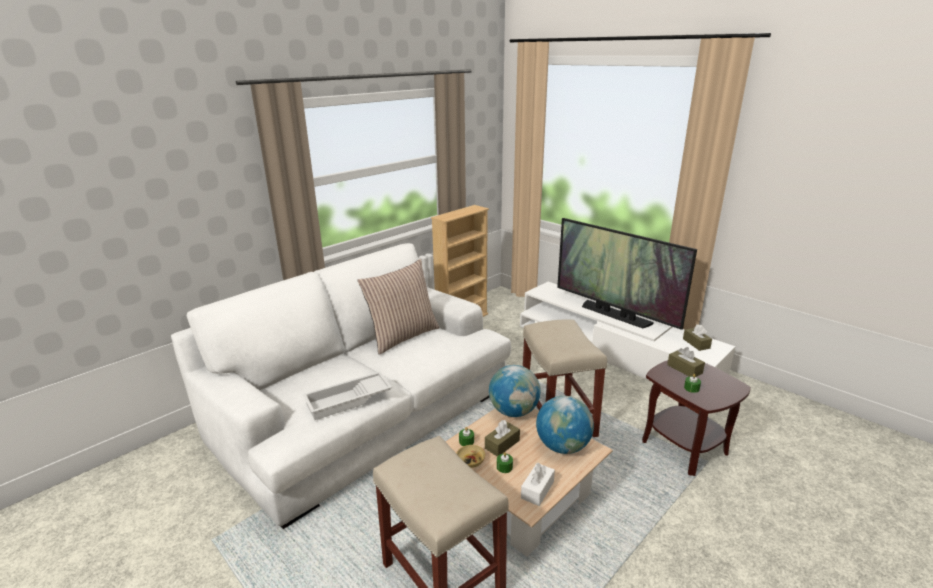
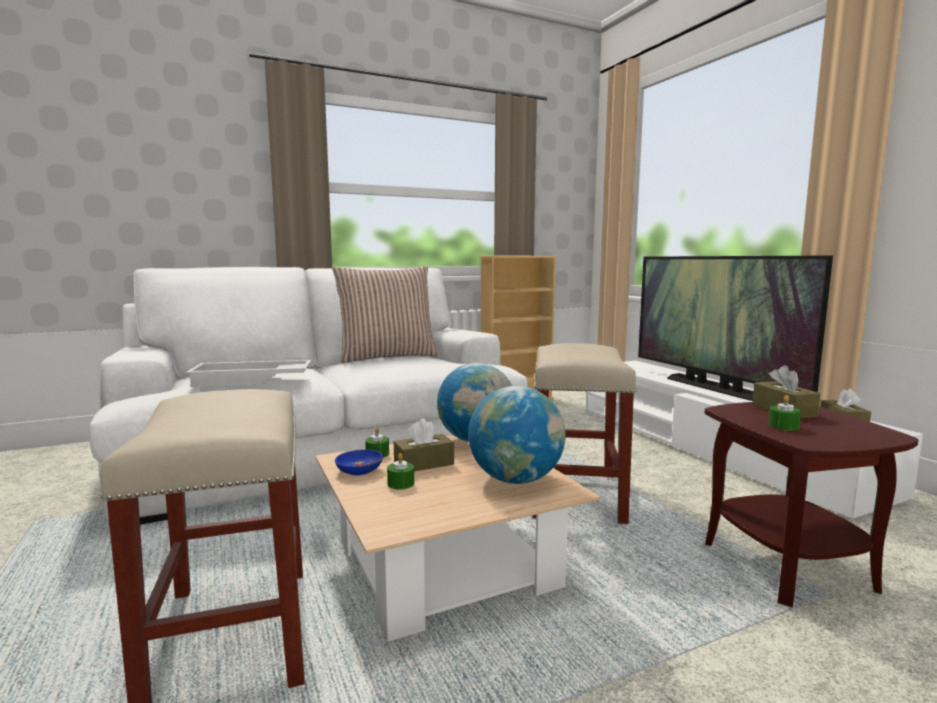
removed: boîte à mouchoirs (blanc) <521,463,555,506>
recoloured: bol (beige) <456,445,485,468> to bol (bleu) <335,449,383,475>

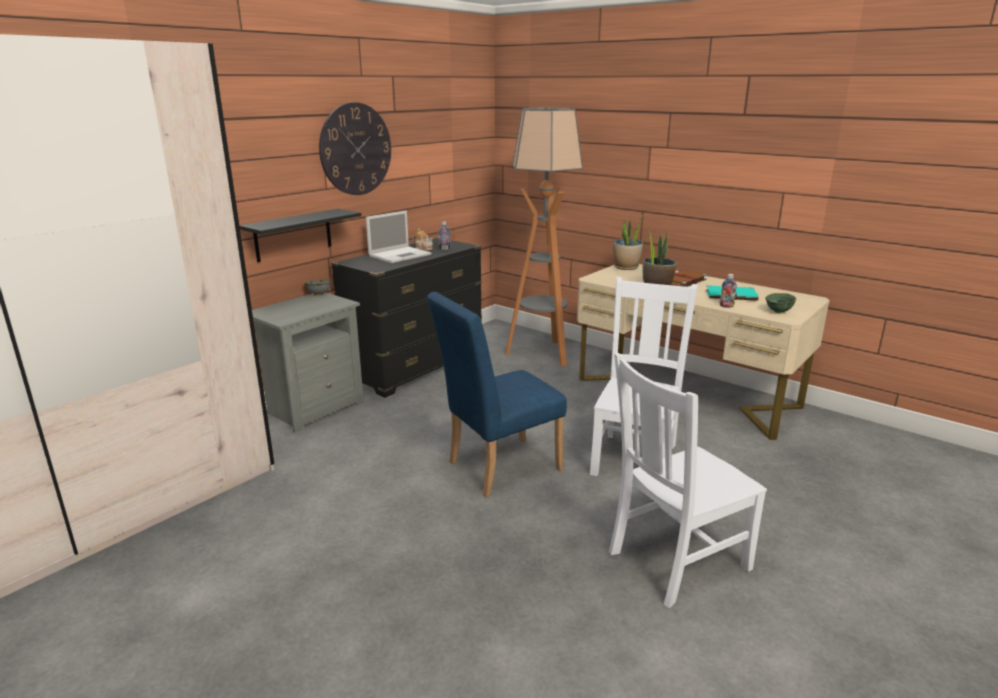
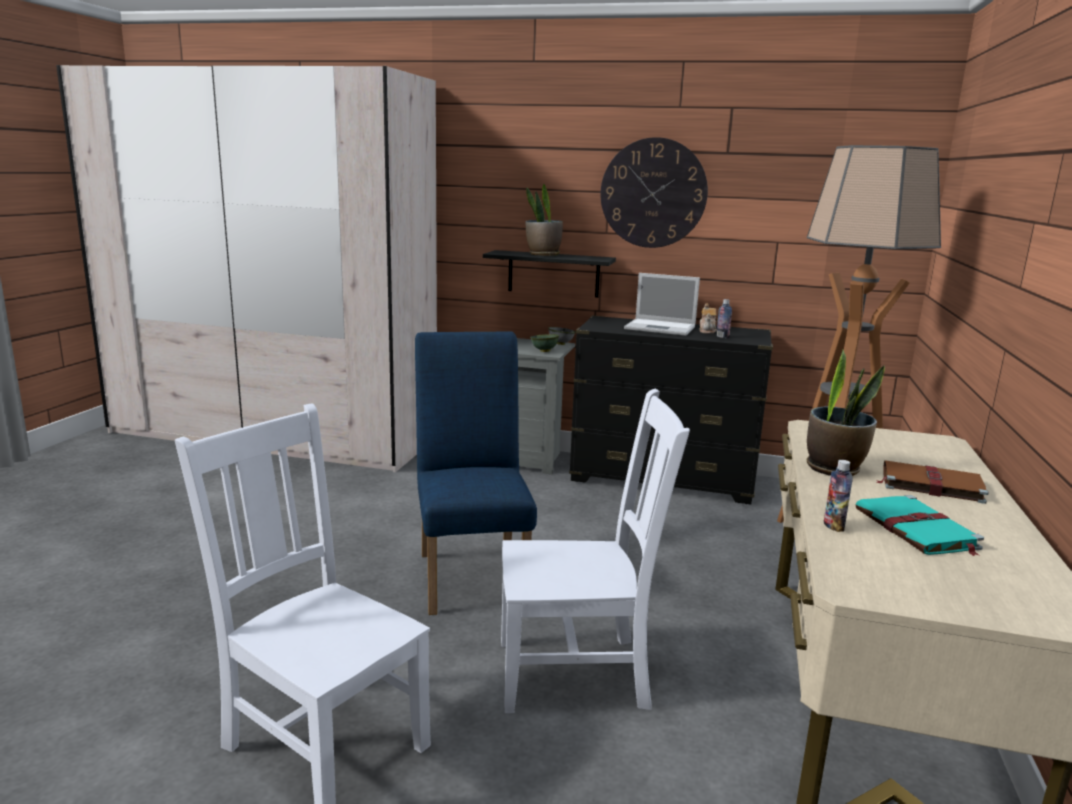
moved: plante en pot <613,214,644,270> to <525,184,563,256>; bol (vert) <766,293,796,314> to <530,334,559,352>
turned: chaise (bleu) <427,292,567,497> = <415,332,537,615> 45 degrees clockwise

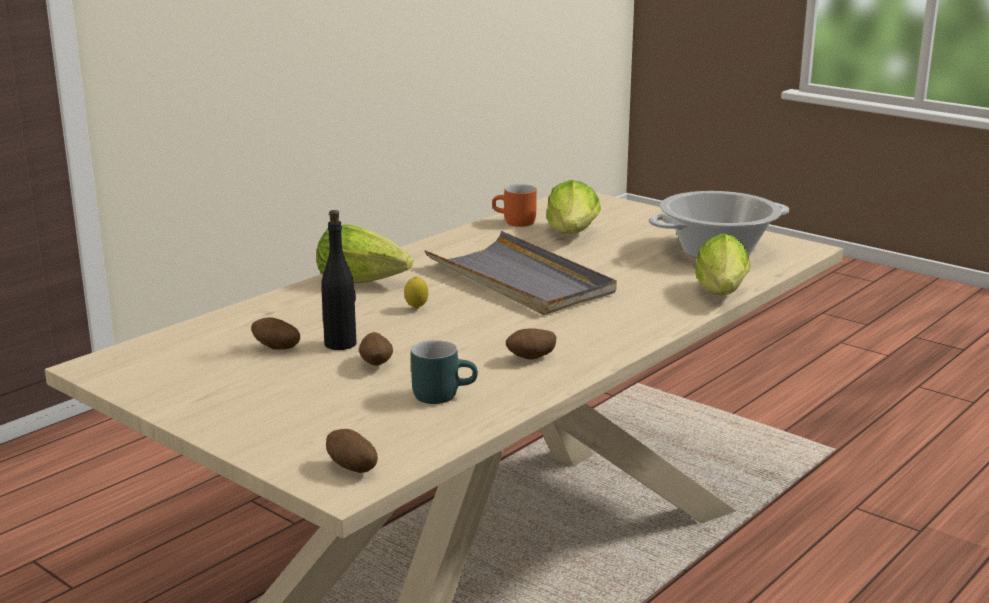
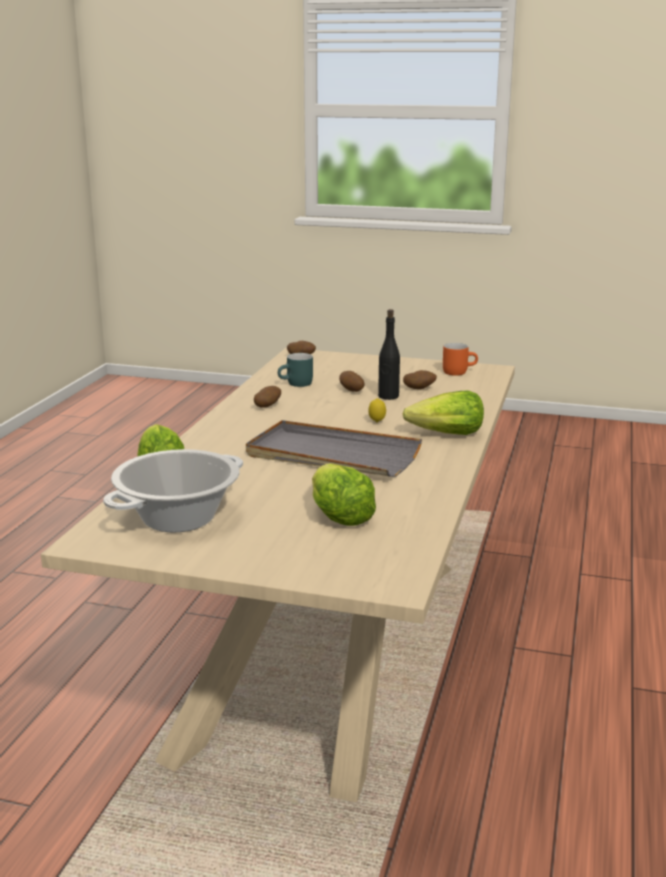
moved: mug (orange) <492,184,537,227> to <443,343,478,376>

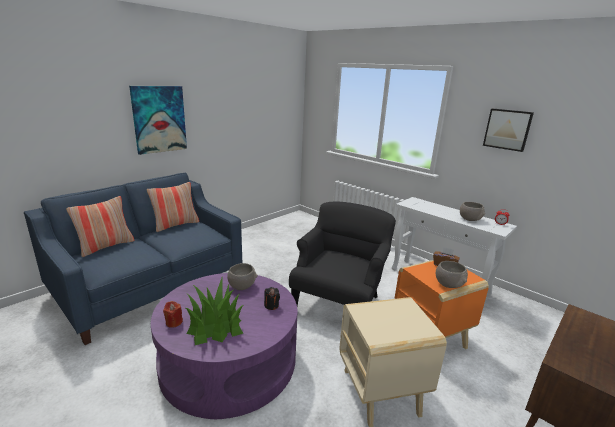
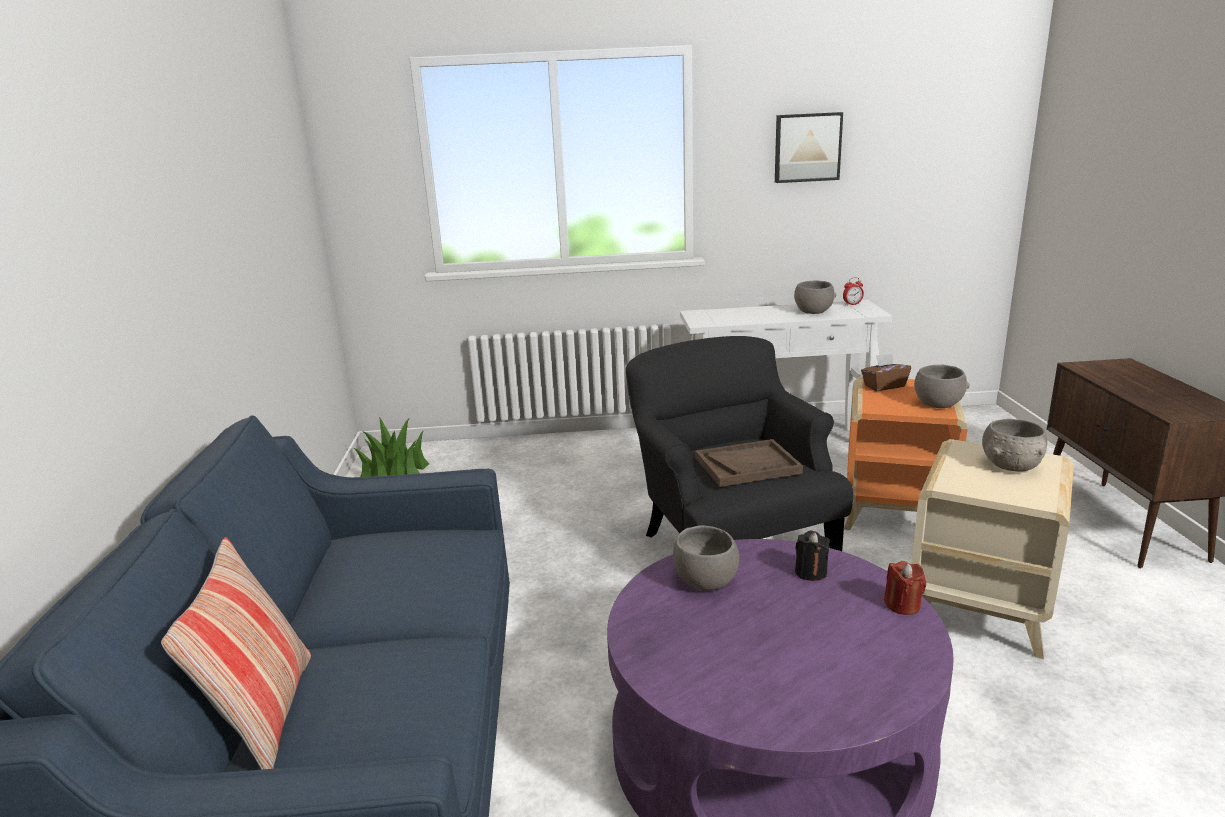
removed: tableau <129,86,187,155>; coussin <147,182,199,232>
added: bol (gris) <982,419,1047,472>; plateau (marron) <695,439,803,487>
moved: plante en pot <186,278,244,345> to <354,417,429,477>; bougie (rouge) <163,301,183,328> to <884,561,926,615>

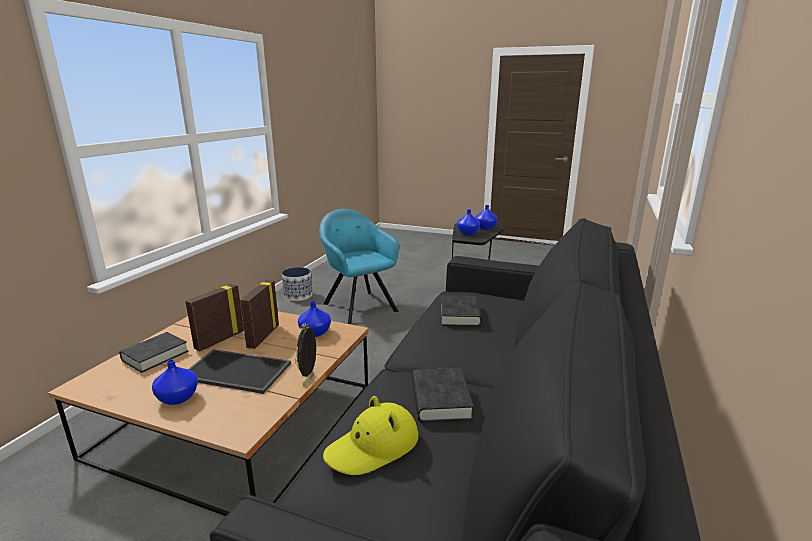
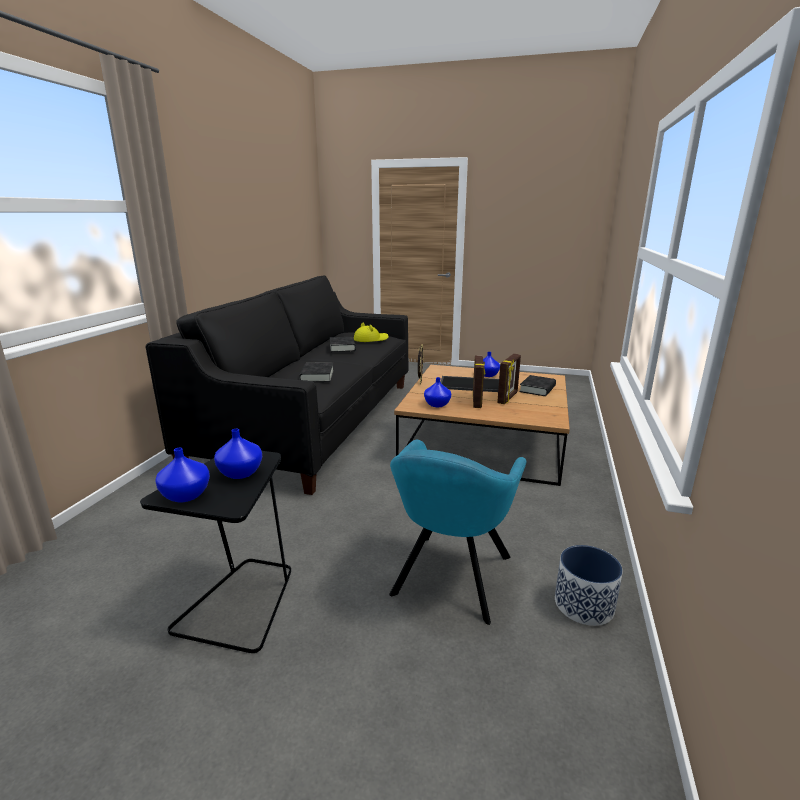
turned: fauteuil (turquoise) <319,209,399,324> = <389,440,526,625> 60 degrees clockwise

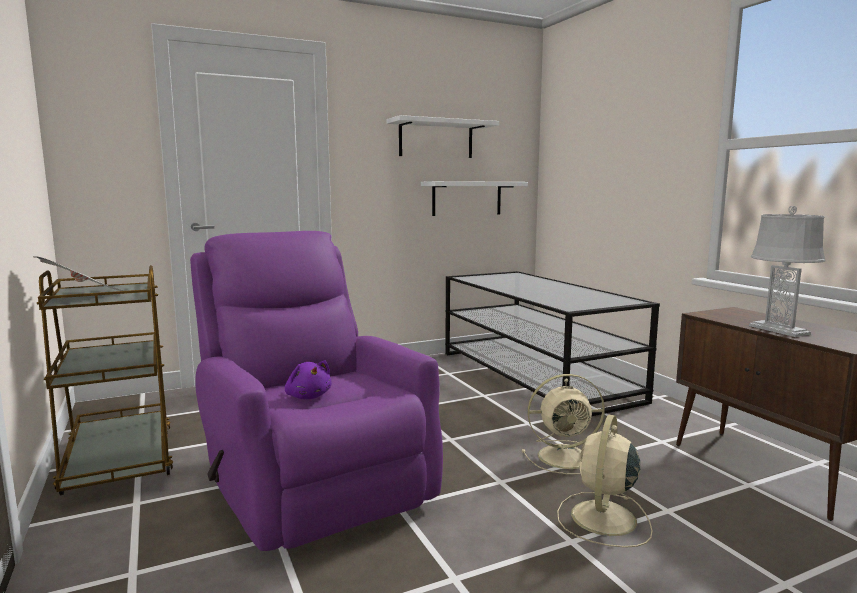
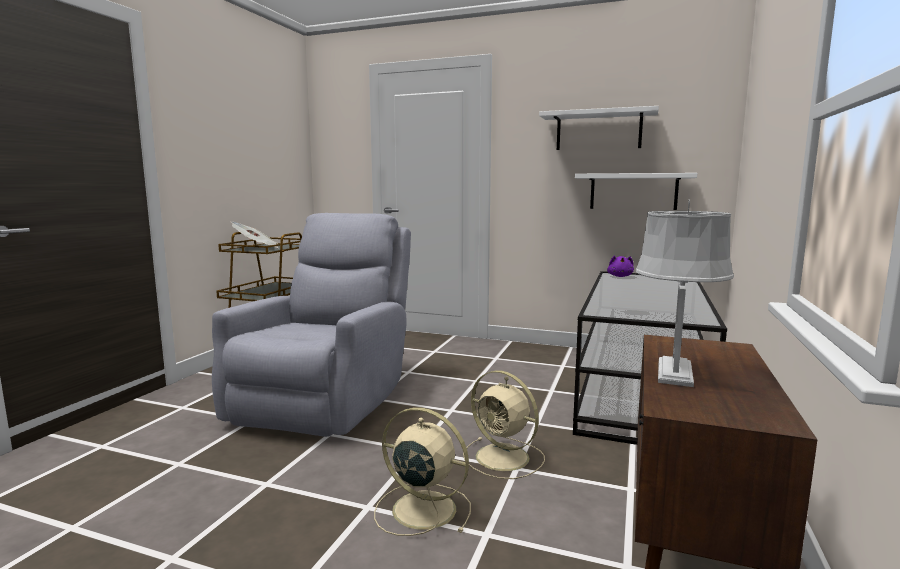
moved: peluche (violet) <285,361,331,399> to <607,255,634,277>
recoloured: fauteuil (violet) <190,231,443,551> to fauteuil (gris) <212,213,411,437>
turned: ventilateur (beige) <557,415,653,548> = <374,407,471,536> 45 degrees clockwise

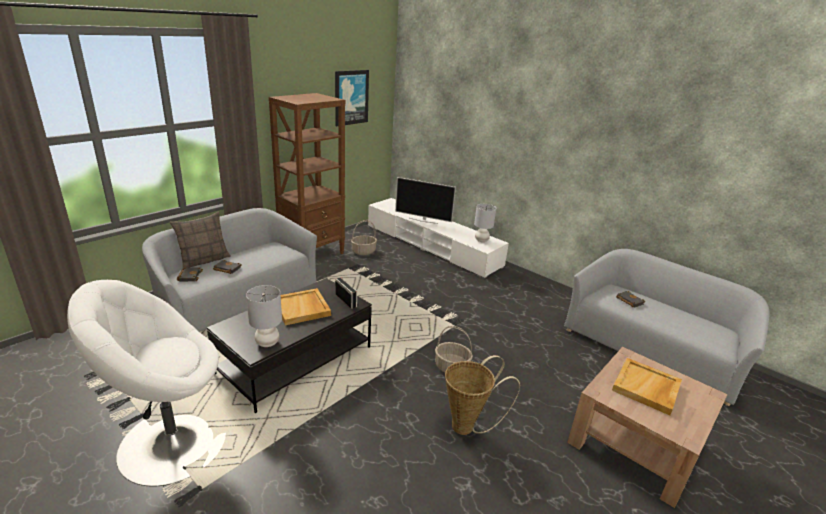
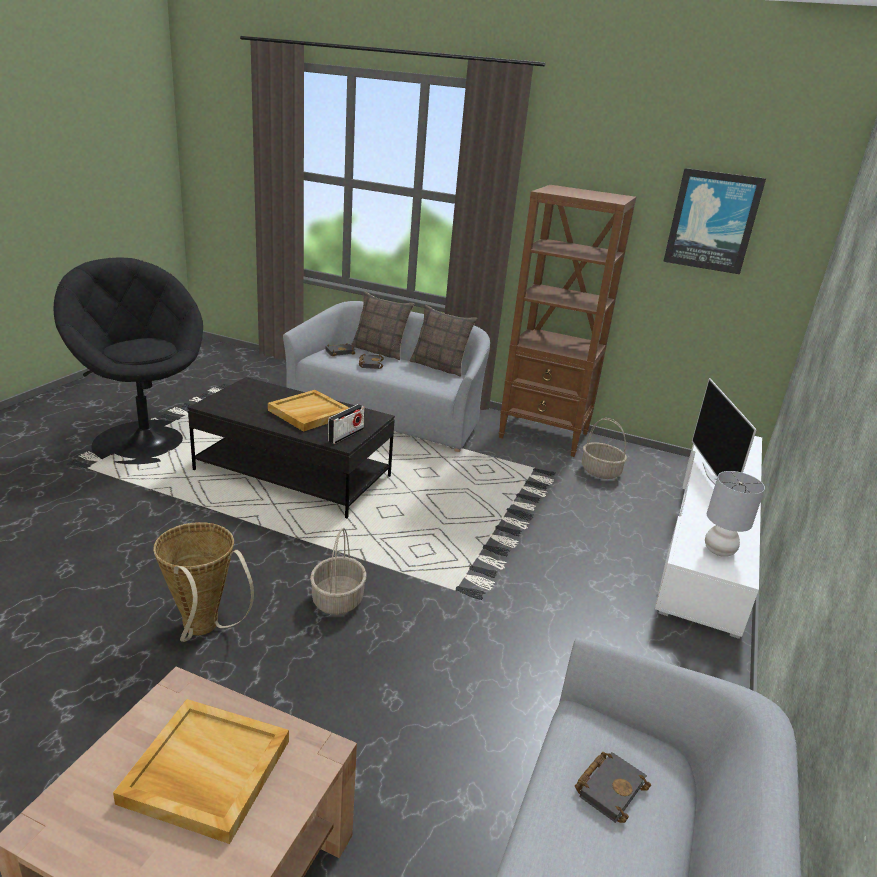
removed: lampe de table (gris) <246,285,282,347>
added: coussin <410,305,477,377>
recoloured: fauteuil (blanc) <67,280,226,487> to fauteuil (noir) <54,258,203,464>

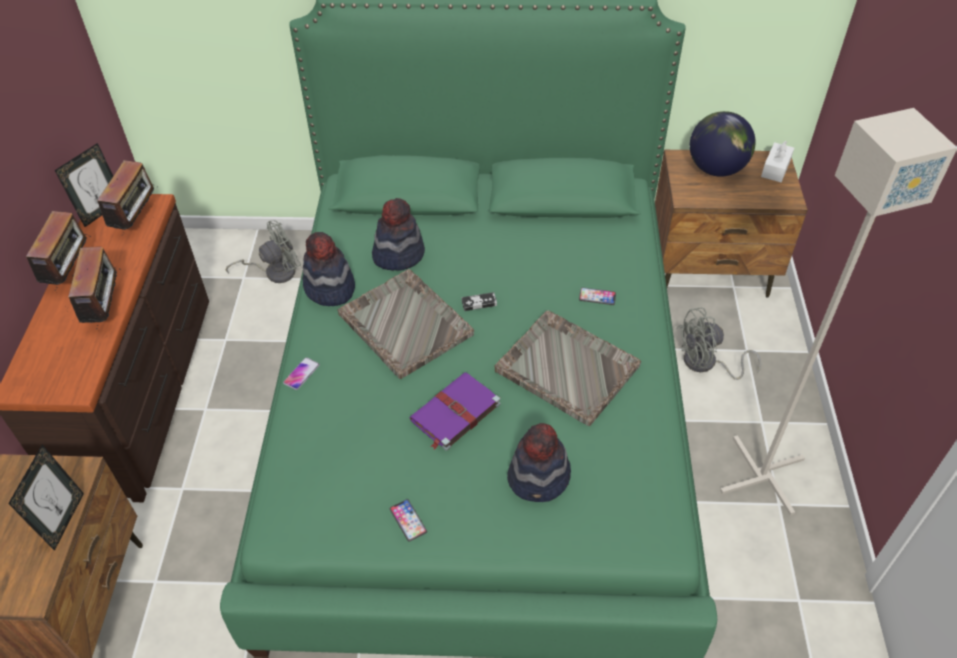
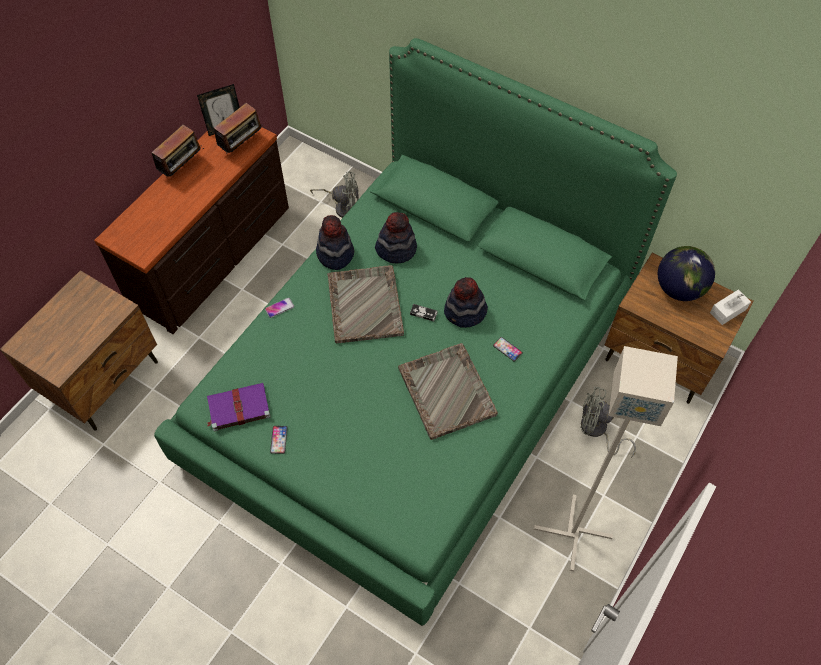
removed: radio <69,247,123,326>; cadre photo <8,445,84,551>
moved: livre (violet) <409,372,500,450> to <207,383,271,431>; chapeau <507,423,571,502> to <444,277,488,328>

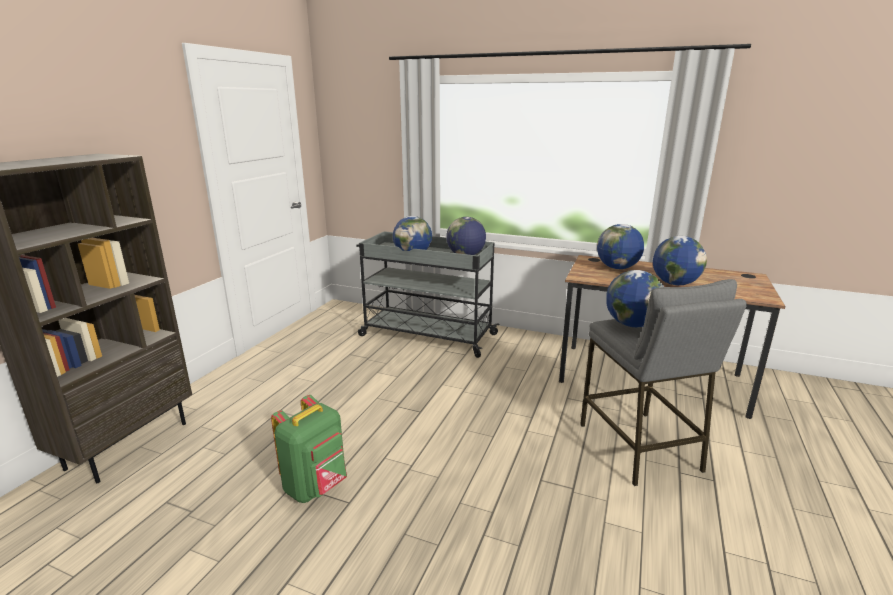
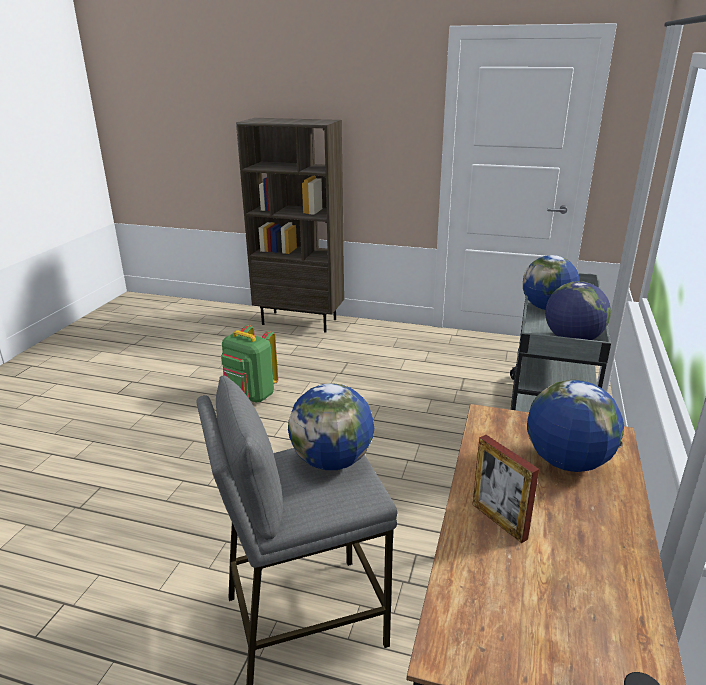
replaced: globe <653,236,707,285> to cadre photo <472,435,539,543>

